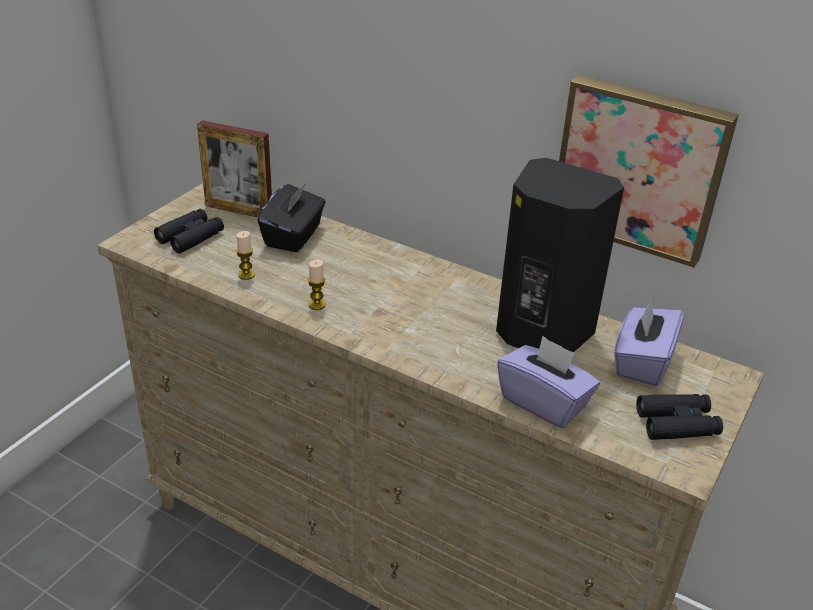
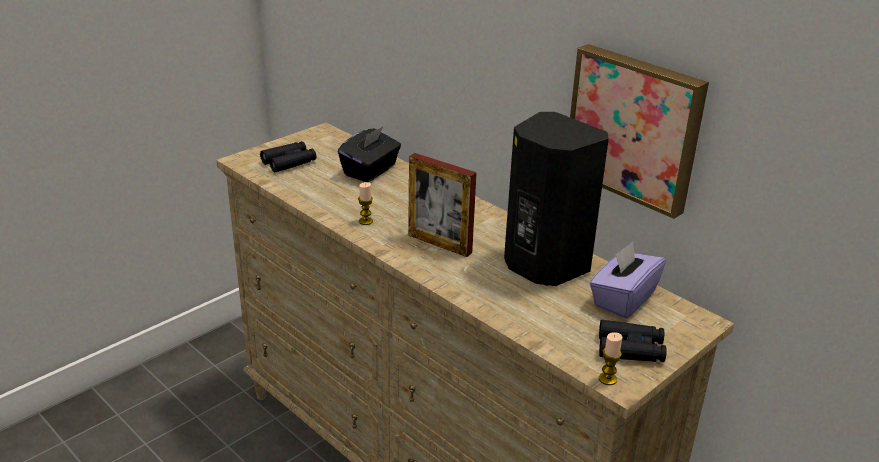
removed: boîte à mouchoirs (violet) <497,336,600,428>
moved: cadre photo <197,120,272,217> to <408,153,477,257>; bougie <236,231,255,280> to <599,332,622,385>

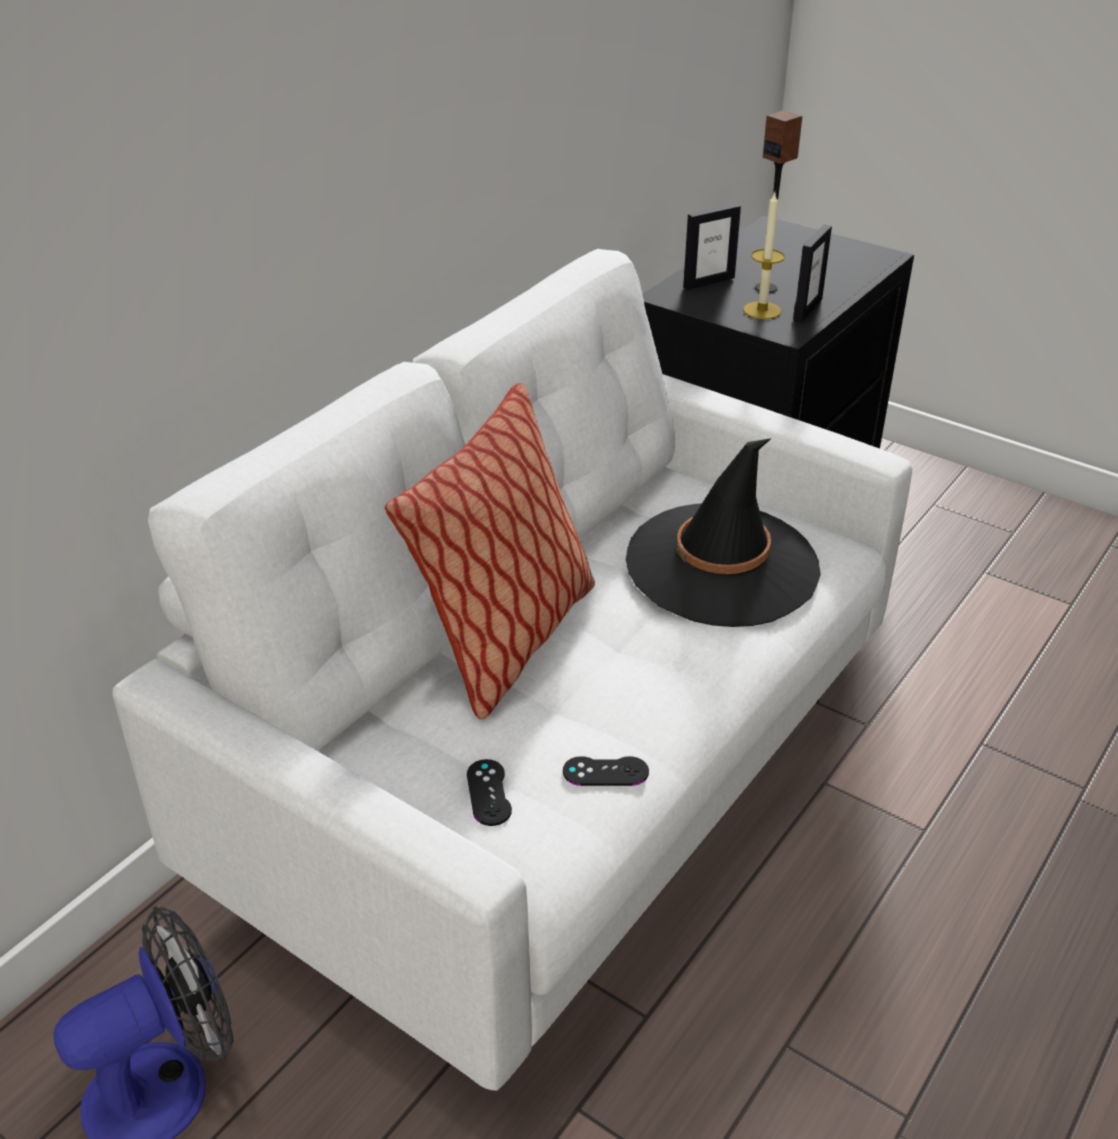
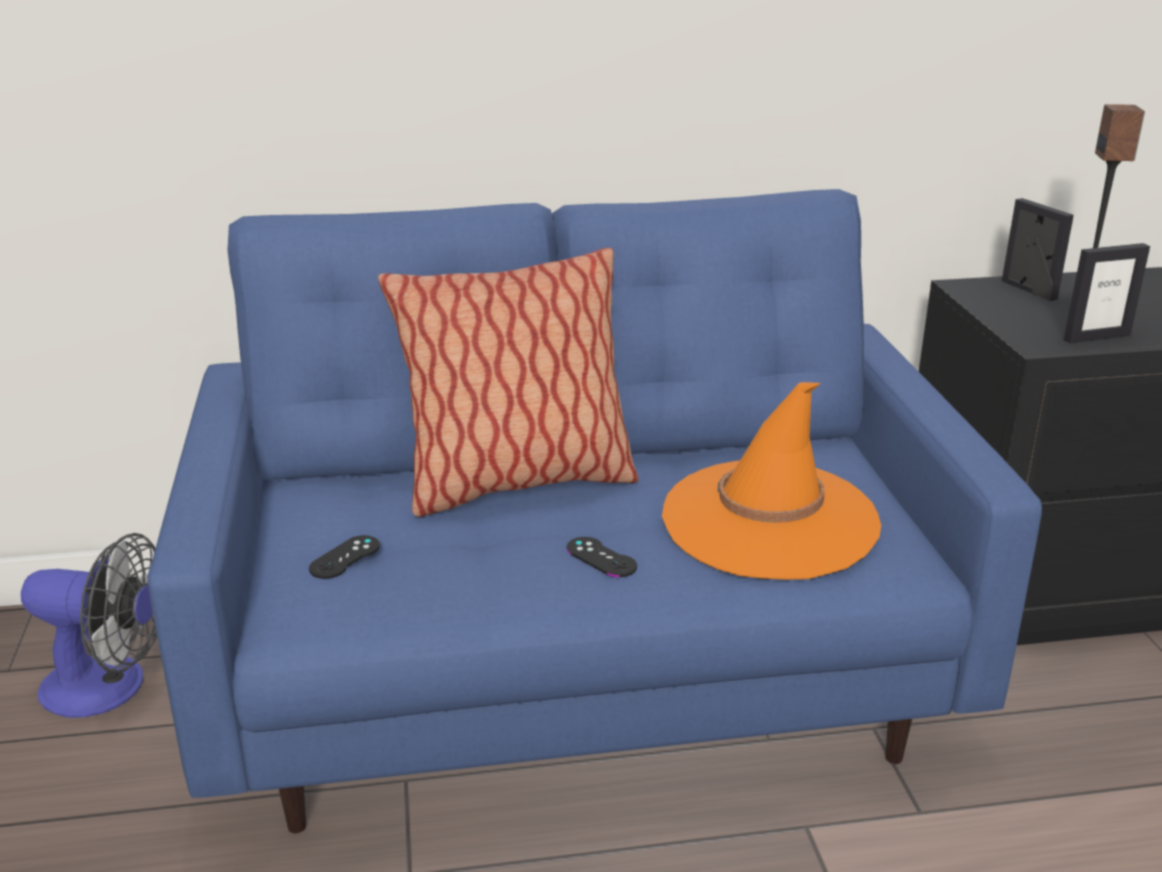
removed: bougie <743,192,785,319>
moved: manette (noir) <563,756,649,786> to <567,537,637,577>
recoloured: canapé (blanc) <112,249,912,1091> to canapé (bleu) <147,189,1042,833>; chapeau (noir) <626,438,821,627> to chapeau (orange) <662,382,881,580>
turned: cadre photo <683,204,741,290> = <1002,198,1074,301> 135 degrees counterclockwise

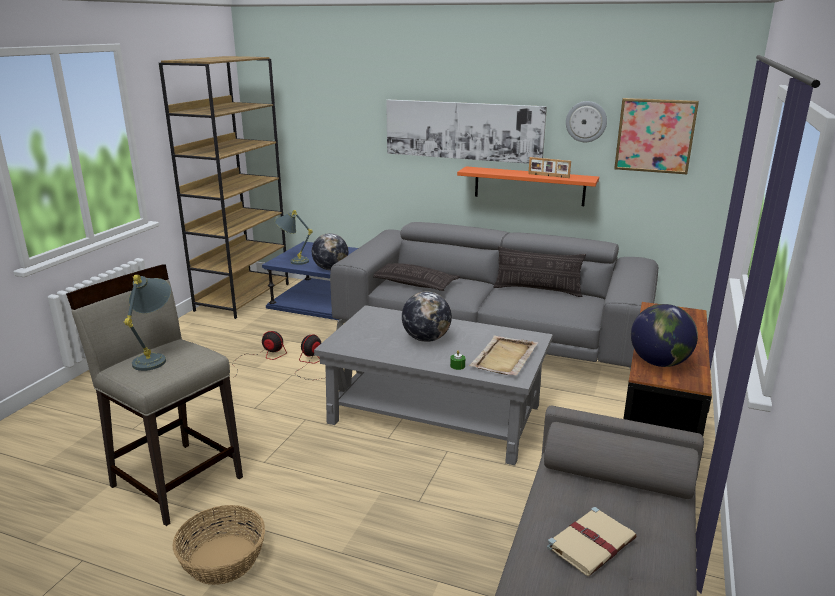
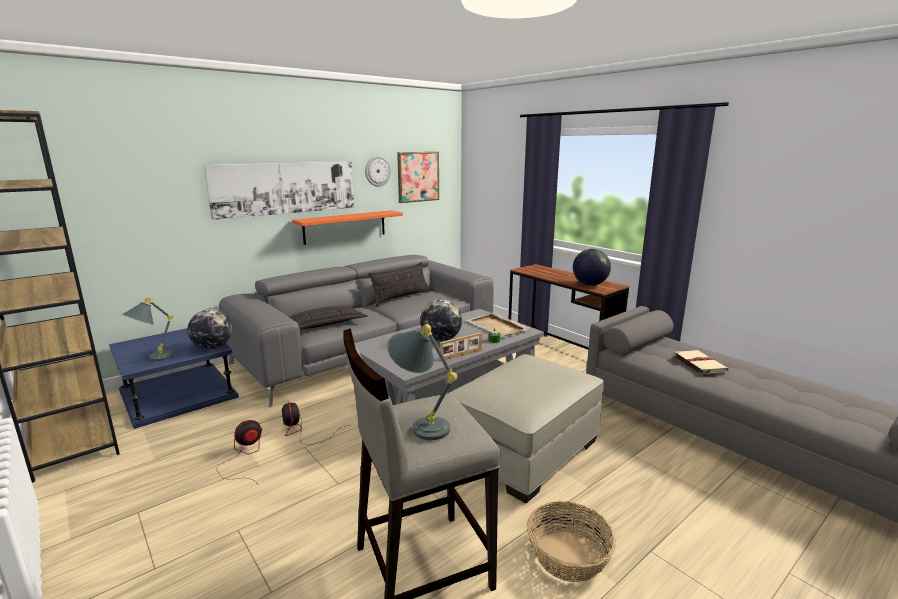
added: pouf (beige) <448,354,604,503>
moved: cadre photo <528,157,571,178> to <440,333,482,361>

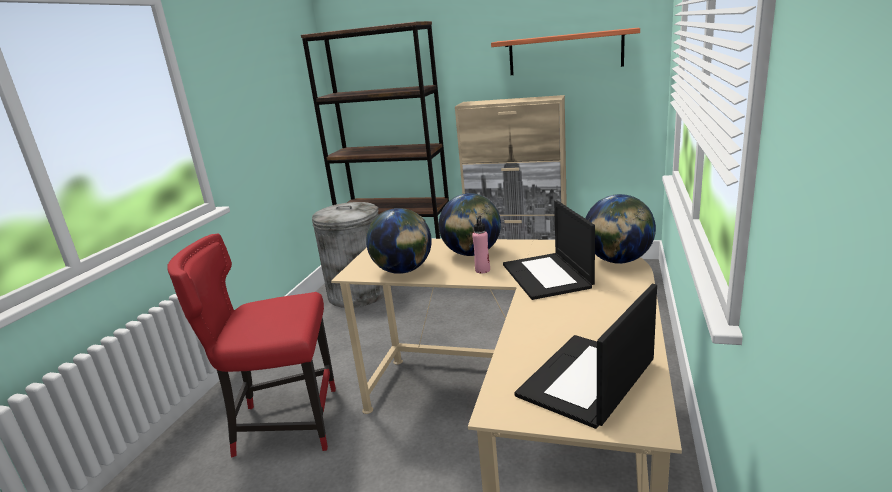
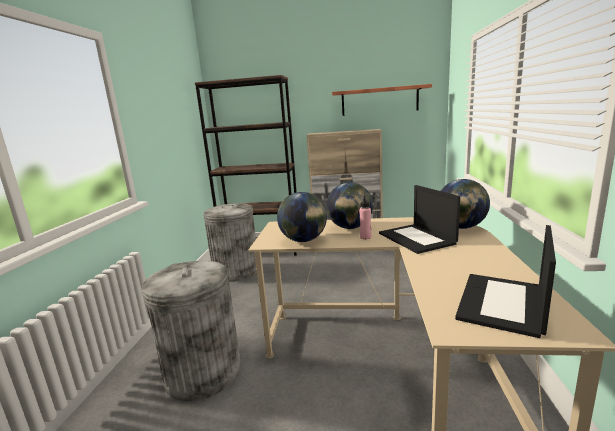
replaced: chaise (rouge) <167,234,336,458> to poubelle (gris) <142,261,241,401>

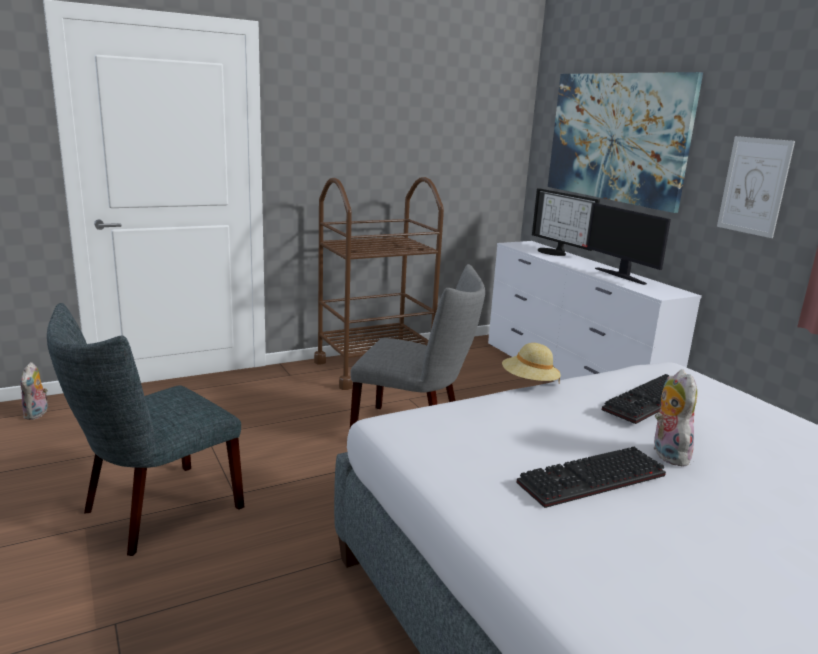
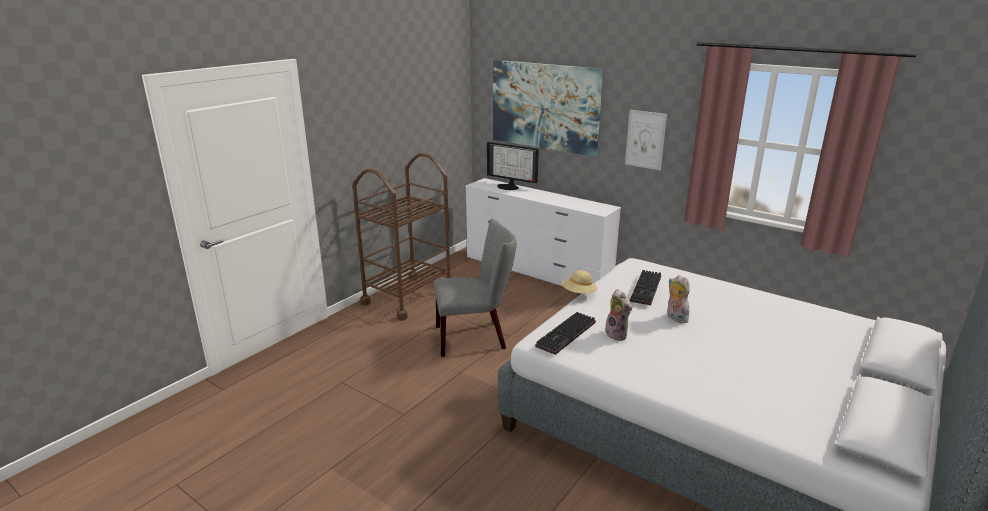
removed: écran d'ordinateur <587,203,671,285>; chaise (gris) <47,303,244,556>
moved: peluche <20,362,48,420> to <605,289,632,340>; clavier <516,447,666,508> to <535,312,596,355>

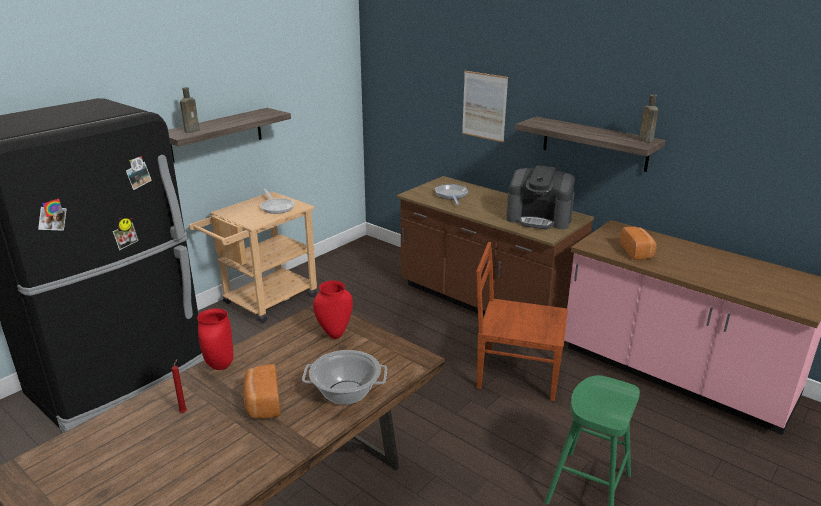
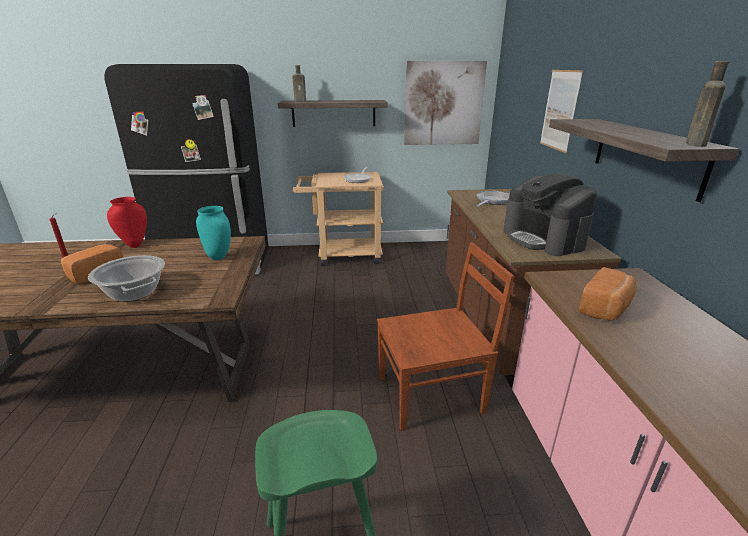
added: tableau <404,61,487,145>
recoloured: vase (rouge) <313,281,353,339> to vase (turquoise) <196,206,231,260>
turned: chaise (marron) <476,242,568,401> = <377,242,514,431> 105 degrees clockwise

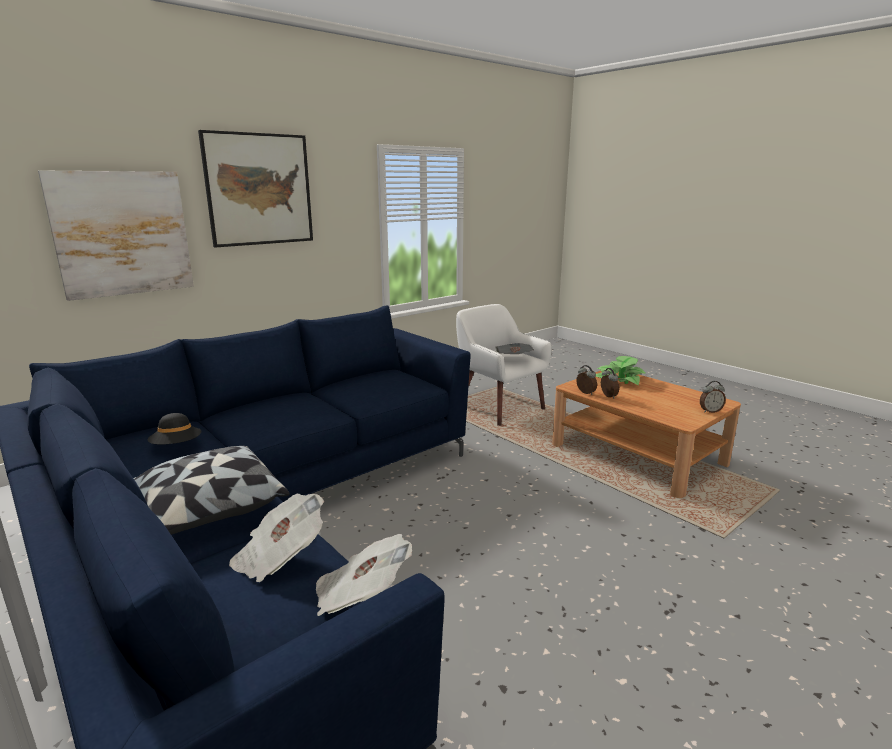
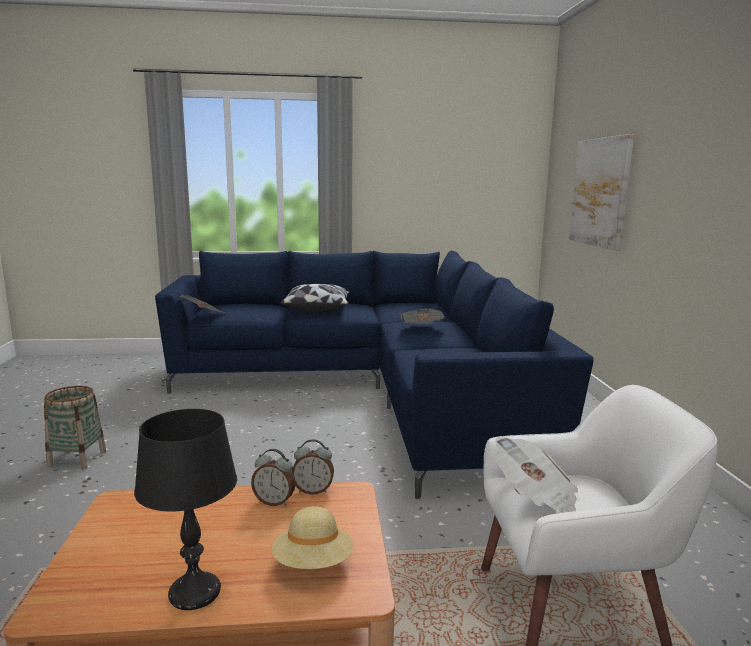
removed: tableau <198,130,313,248>; réveil <700,381,726,413>; chapeau (noir) <148,413,202,445>
added: panier <44,386,106,470>; lampe de table (noir) <134,409,237,610>
moved: journal <229,493,324,582> to <400,308,445,324>
replaced: plante en pot <596,356,645,385> to chapeau (beige) <272,506,354,569>

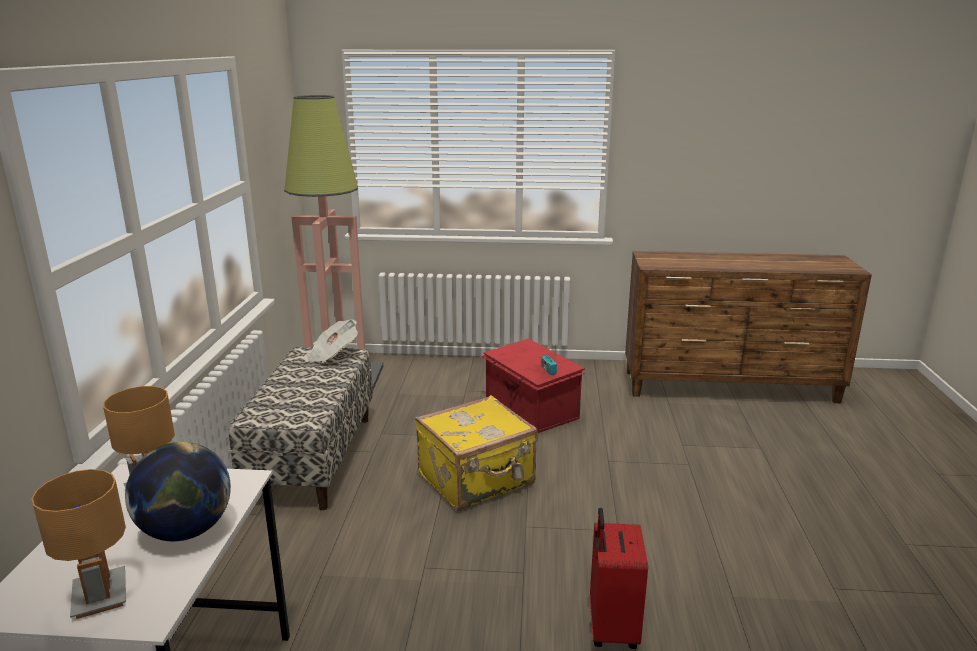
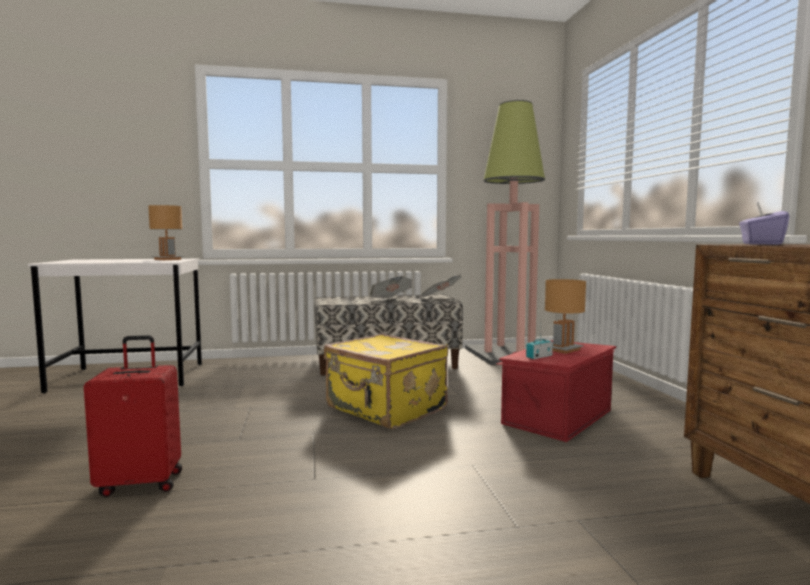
removed: globe <125,442,231,541>
added: boîte à mouchoirs (violet) <739,202,789,245>; journal <370,276,412,298>
moved: lampe de table (marron) <31,469,126,619> to <545,279,586,354>

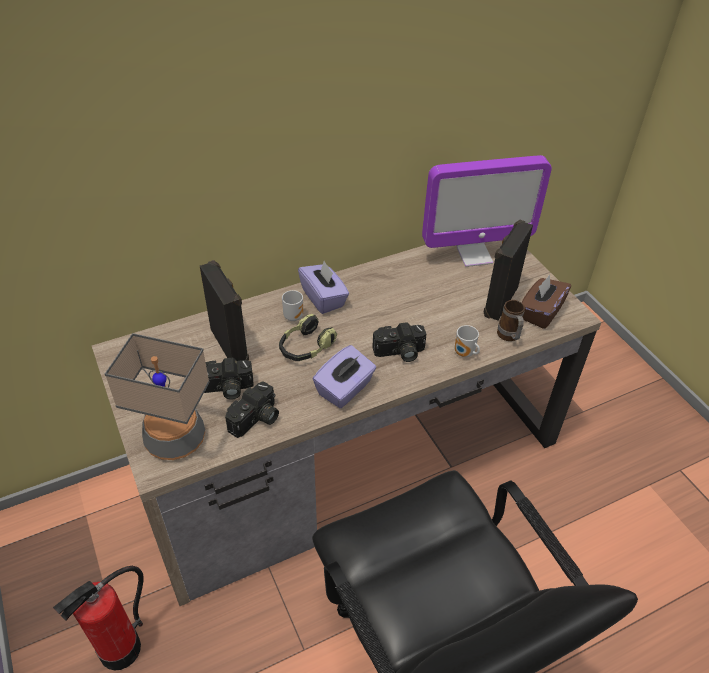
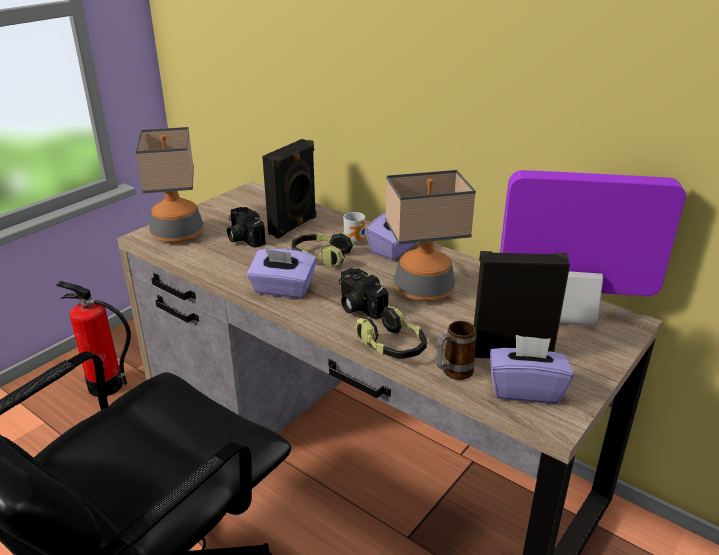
removed: appareil photo <225,381,279,438>
added: lampe de table <385,170,476,301>
replaced: mug <455,325,480,357> to casque audio <355,306,427,359>
recoloured: boîte à mouchoirs (marron) <521,275,571,329> to boîte à mouchoirs (violet) <490,335,574,404>
turned: écran d'ordinateur <422,155,552,267> = <500,170,686,326> 135 degrees clockwise

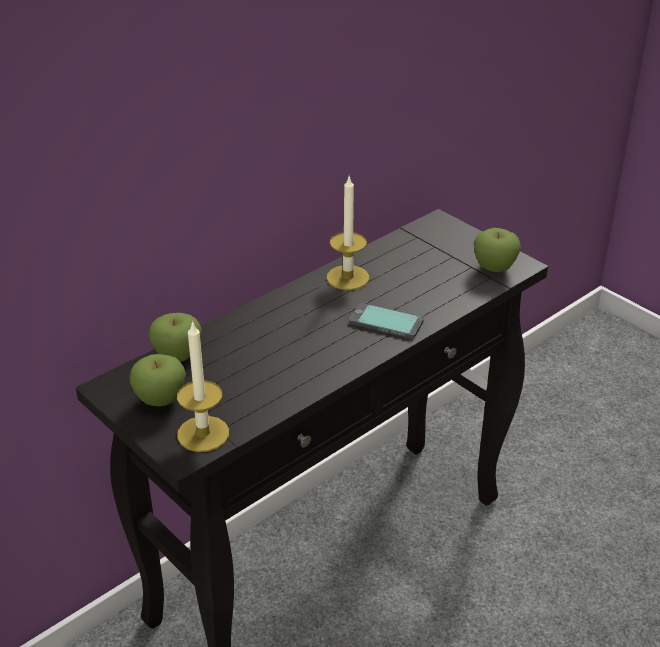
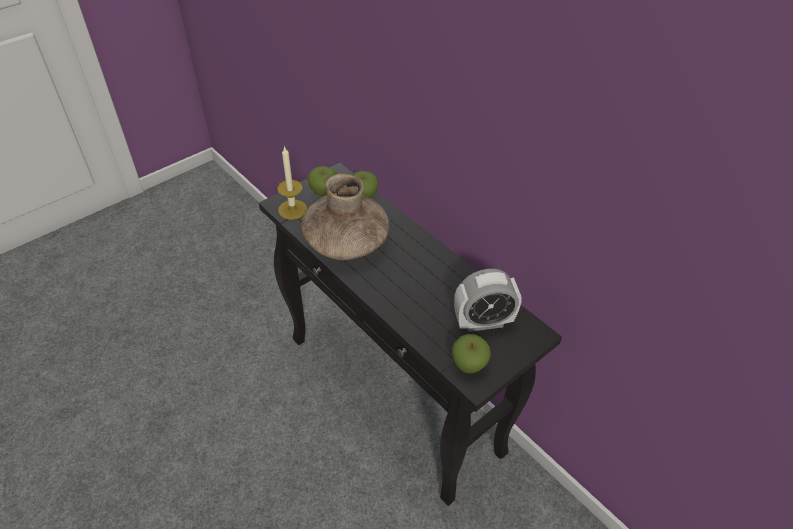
removed: bougie <326,177,369,290>; téléphone <349,303,424,339>
added: vase (marron) <301,174,389,260>; réveil <454,269,522,332>

